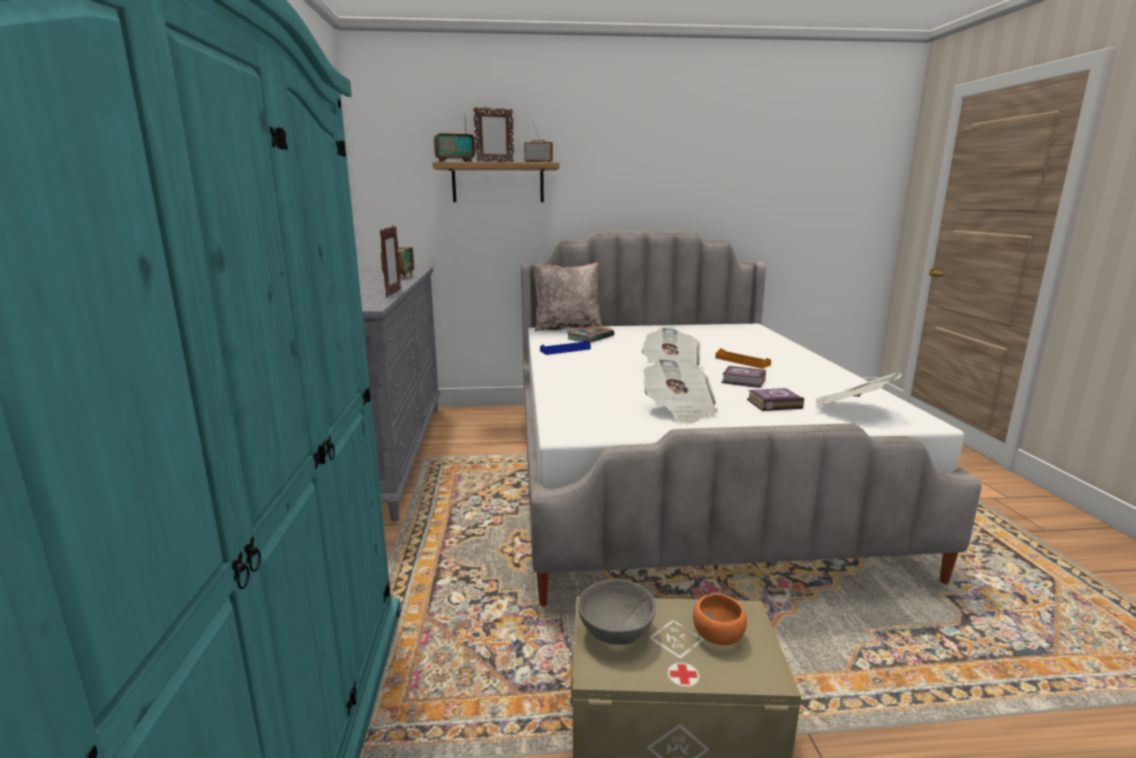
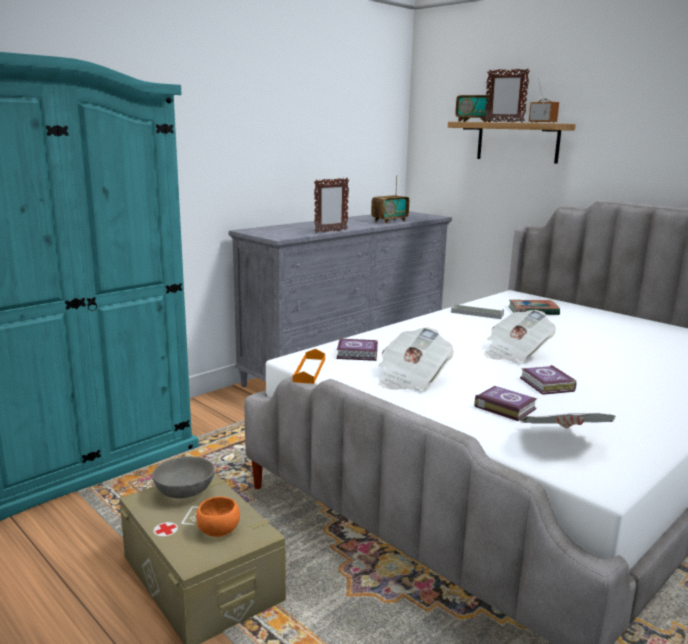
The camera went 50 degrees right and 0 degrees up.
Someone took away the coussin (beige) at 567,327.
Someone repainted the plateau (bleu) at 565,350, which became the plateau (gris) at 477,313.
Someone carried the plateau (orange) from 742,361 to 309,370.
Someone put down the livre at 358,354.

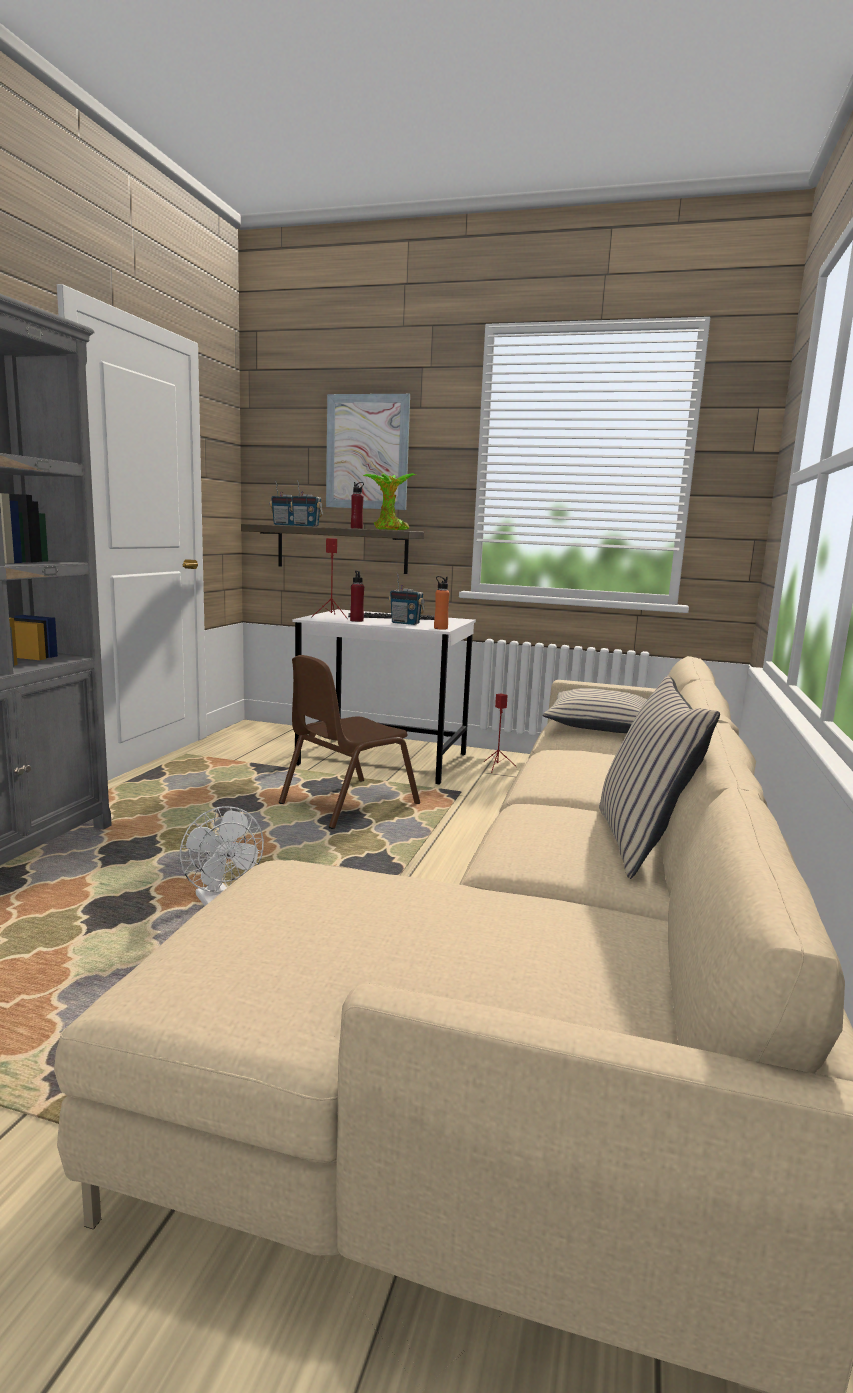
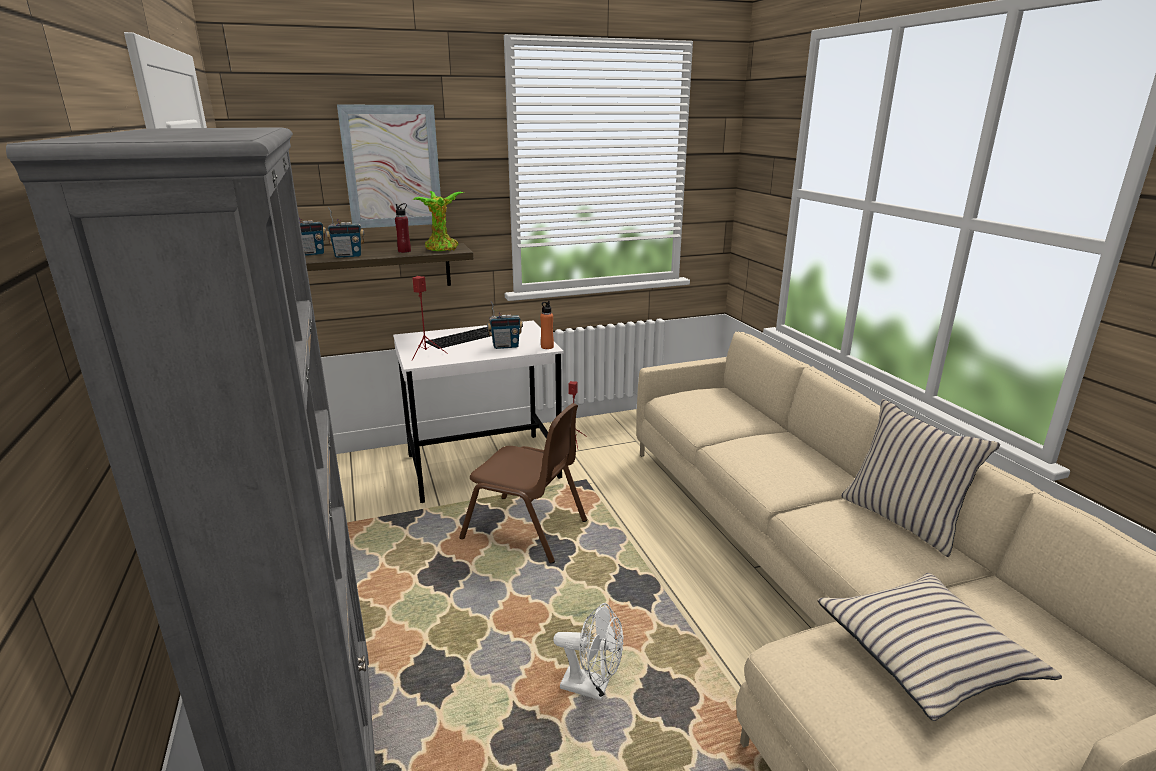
The camera went 35 degrees left and 10 degrees up.
Someone took away the bouteille (rouge) at 356,620.
Someone rotated the chaise (marron) at 347,803 by 75 degrees counterclockwise.
Someone carried the coussin (beige) from 601,725 to 925,654.

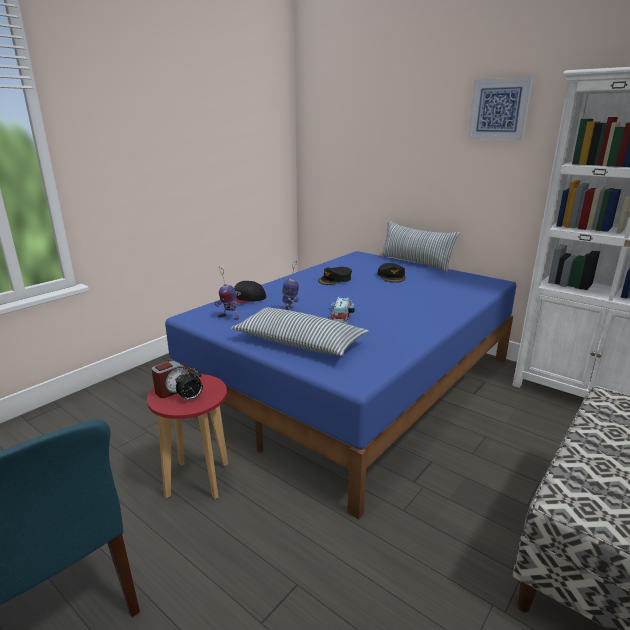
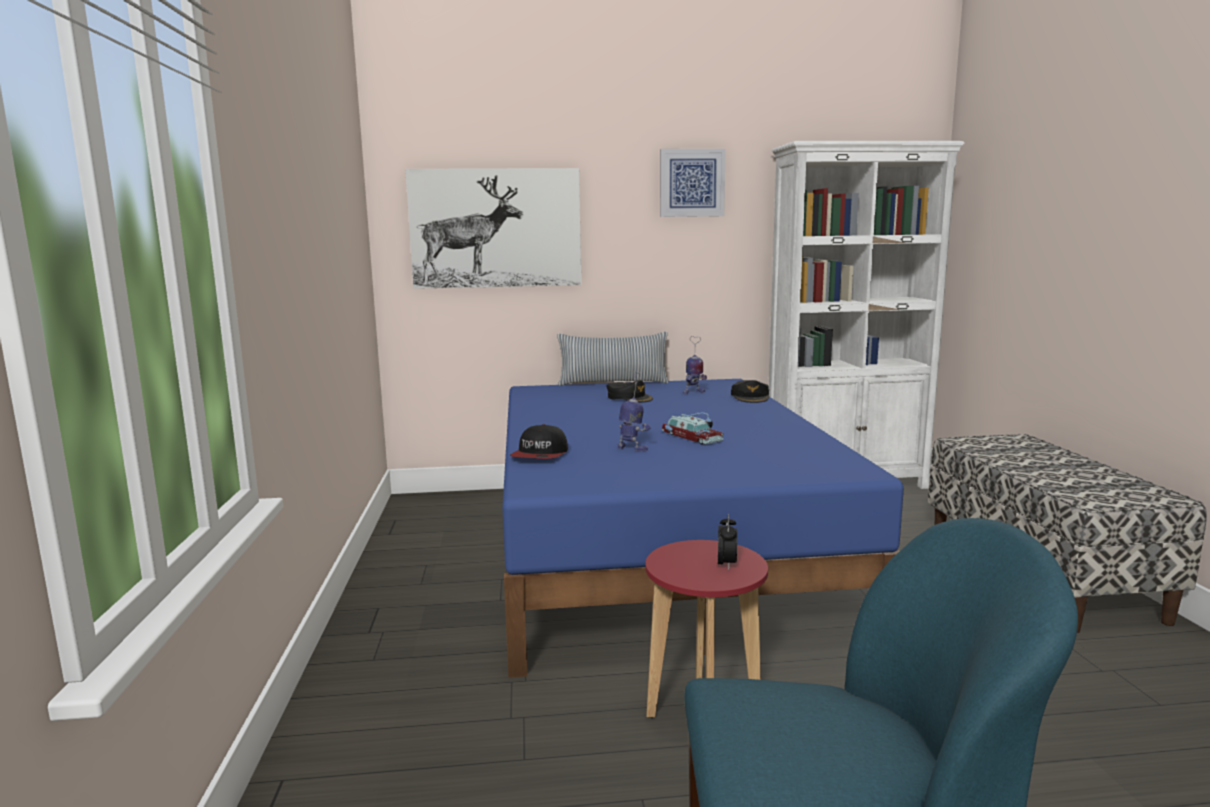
The camera went 45 degrees left and 10 degrees down.
Someone carried the robot jouet from 228,317 to 693,392.
Someone carried the casquette (noir) from 335,280 to 750,397.
Someone took away the coussin at 299,342.
Someone took away the réveil at 173,390.
Someone put up the tableau at 495,228.

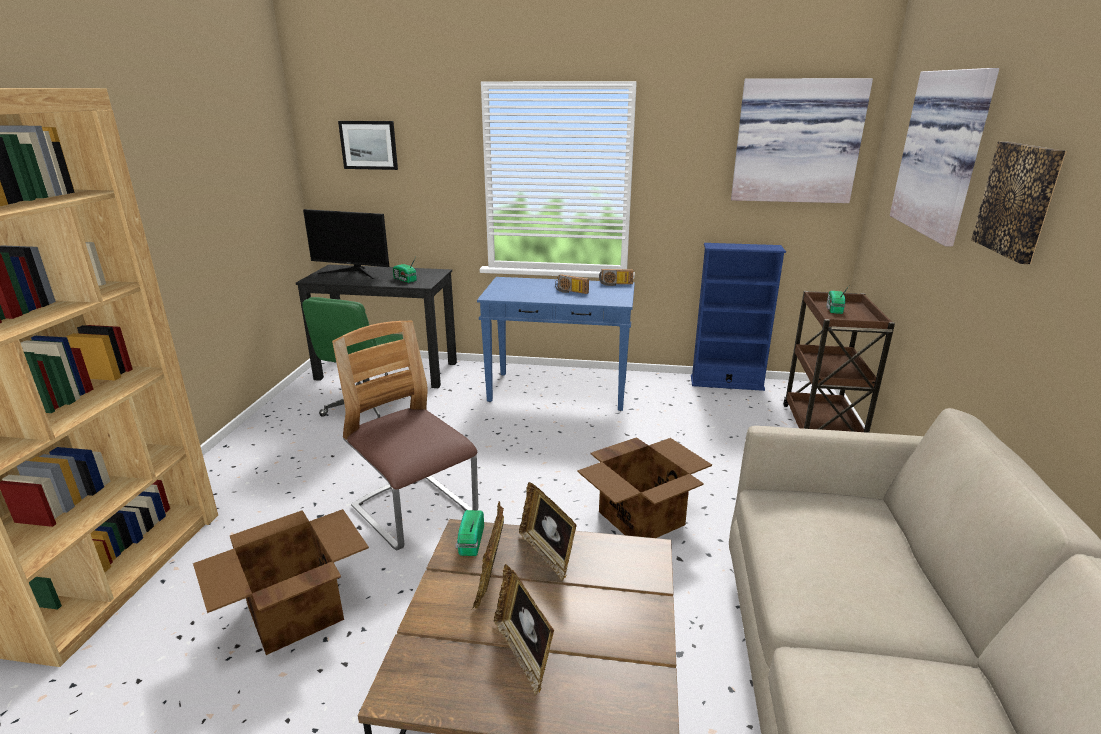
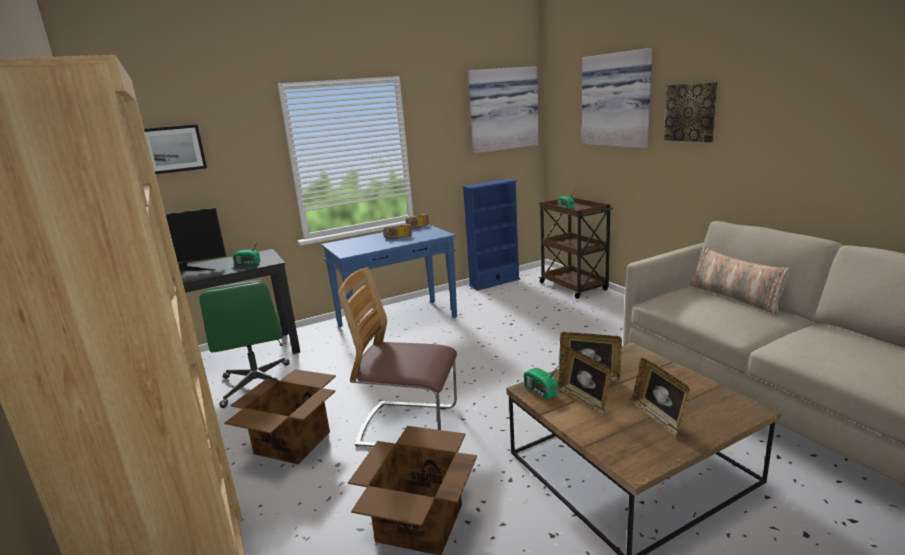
The camera went 35 degrees left and 5 degrees down.
Someone carried the carton from 642,518 to 293,442.
Someone rotated the cadre photo at 523,653 by 45 degrees clockwise.
Someone put down the coussin at 735,297.

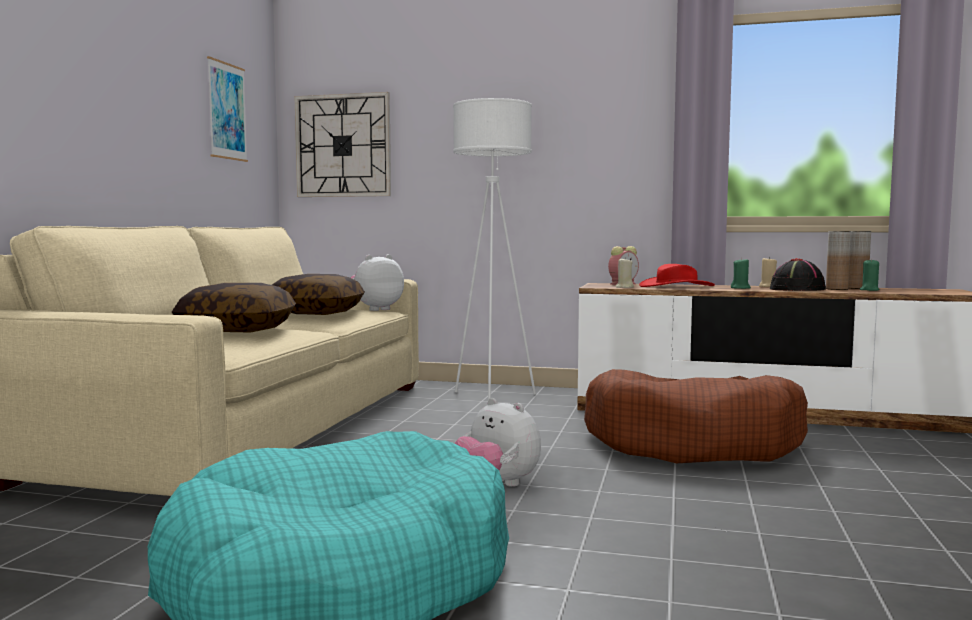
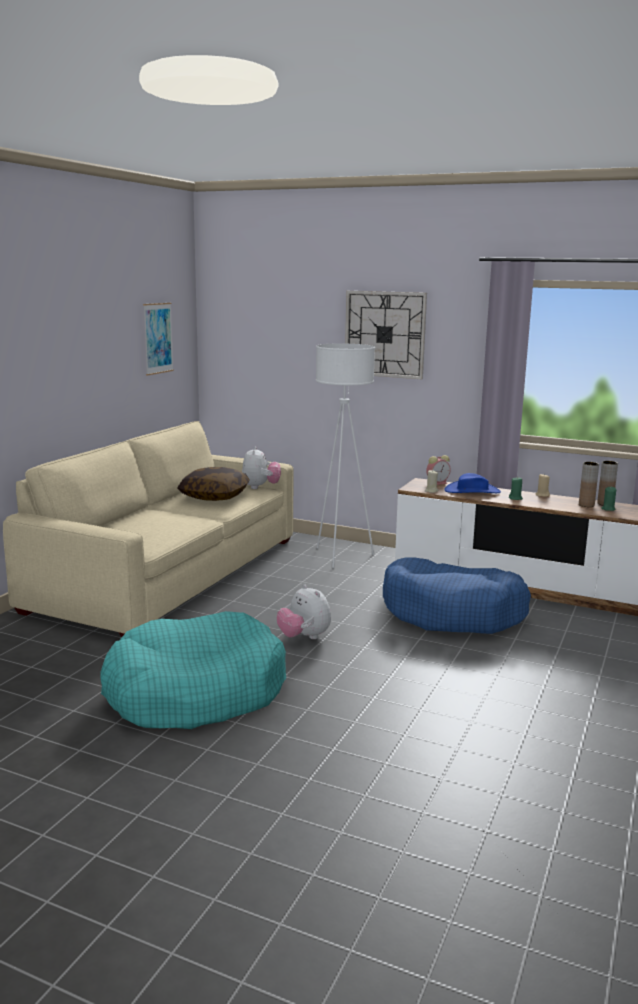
The camera went 10 degrees right and 10 degrees up.
Someone carried the horloge murale from 343,146 to 385,334.
Someone rotated the peluche at 375,309 by 120 degrees clockwise.
Someone took away the chapeau (noir) at 797,289.
Someone repainted the chapeau (rouge) at 676,286, which became the chapeau (bleu) at 472,491.
Someone took away the coussin at 238,330.
Someone repainted the panier pour chien (marron) at 693,443, which became the panier pour chien (bleu) at 453,613.

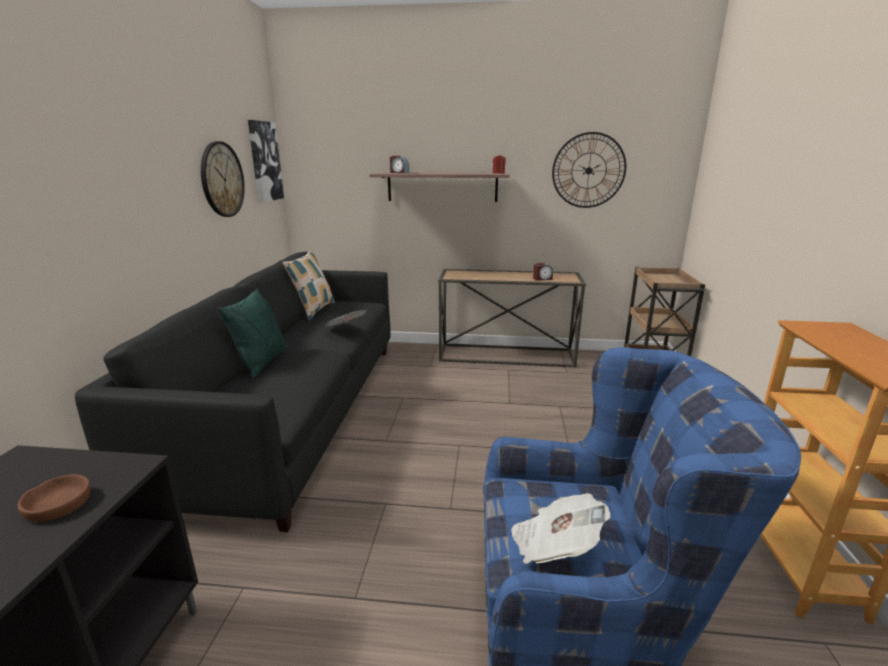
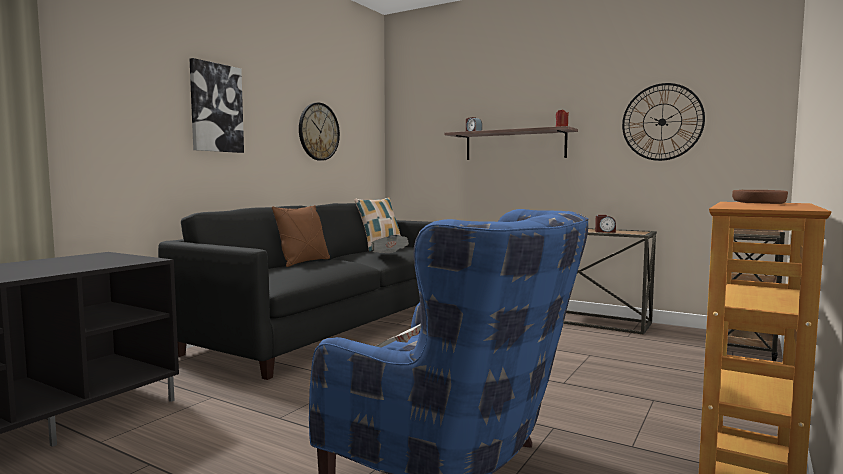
The camera went 25 degrees right and 15 degrees down.
Someone carried the tableau from 264,161 to 216,108.
Someone repainted the coussin (vert) at 262,362, which became the coussin (marron) at 303,262.
Someone carried the bol (marron) from 58,504 to 758,203.

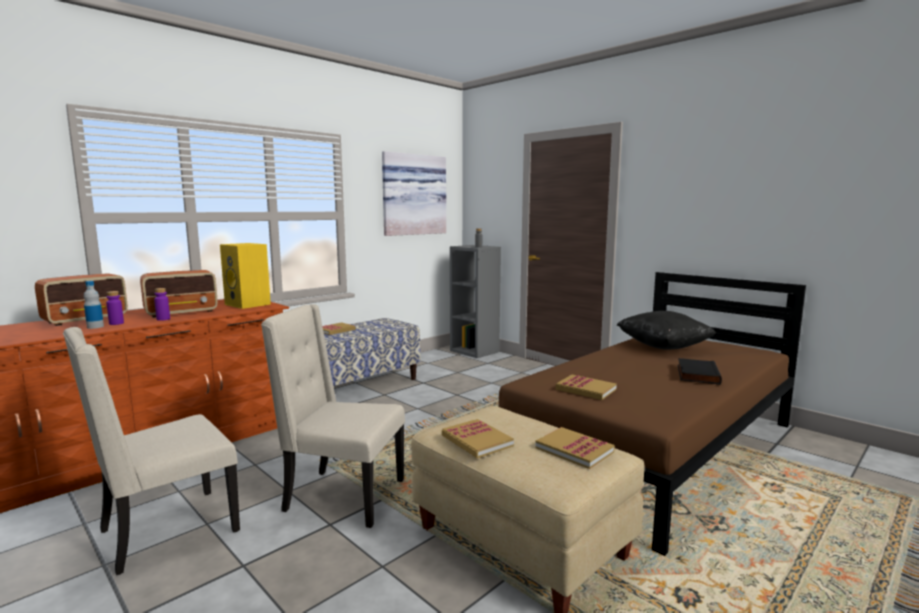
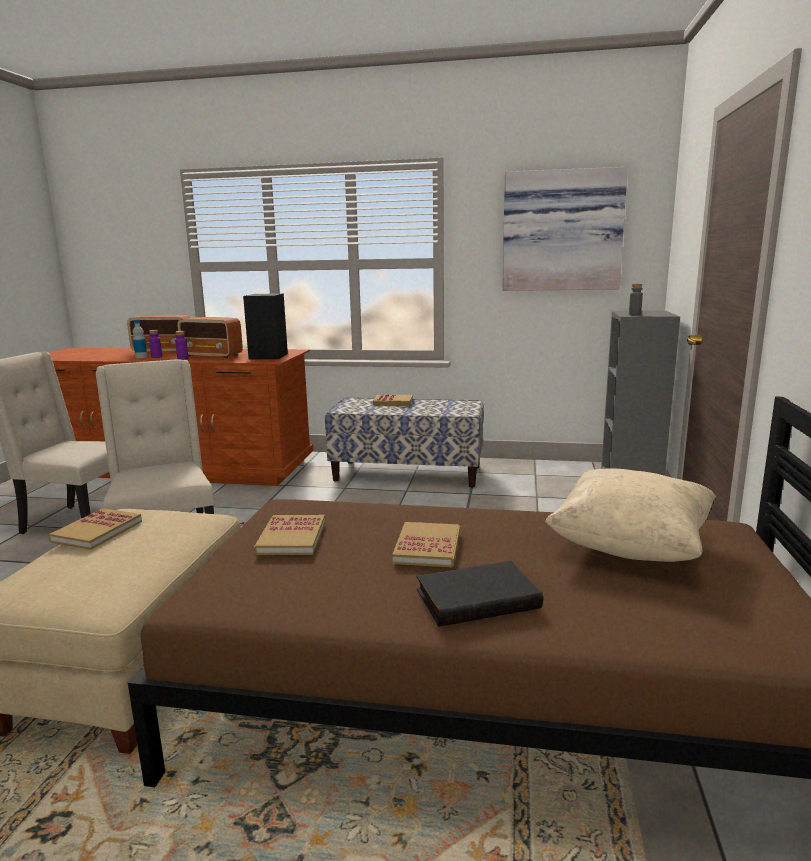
The camera went 55 degrees right and 5 degrees up.
Someone repainted the enceinte (jaune) at 249,304, which became the enceinte (noir) at 269,356.
Someone repainted the coussin (noir) at 663,347, which became the coussin (beige) at 630,547.
Someone carried the livre from 574,450 to 427,547.

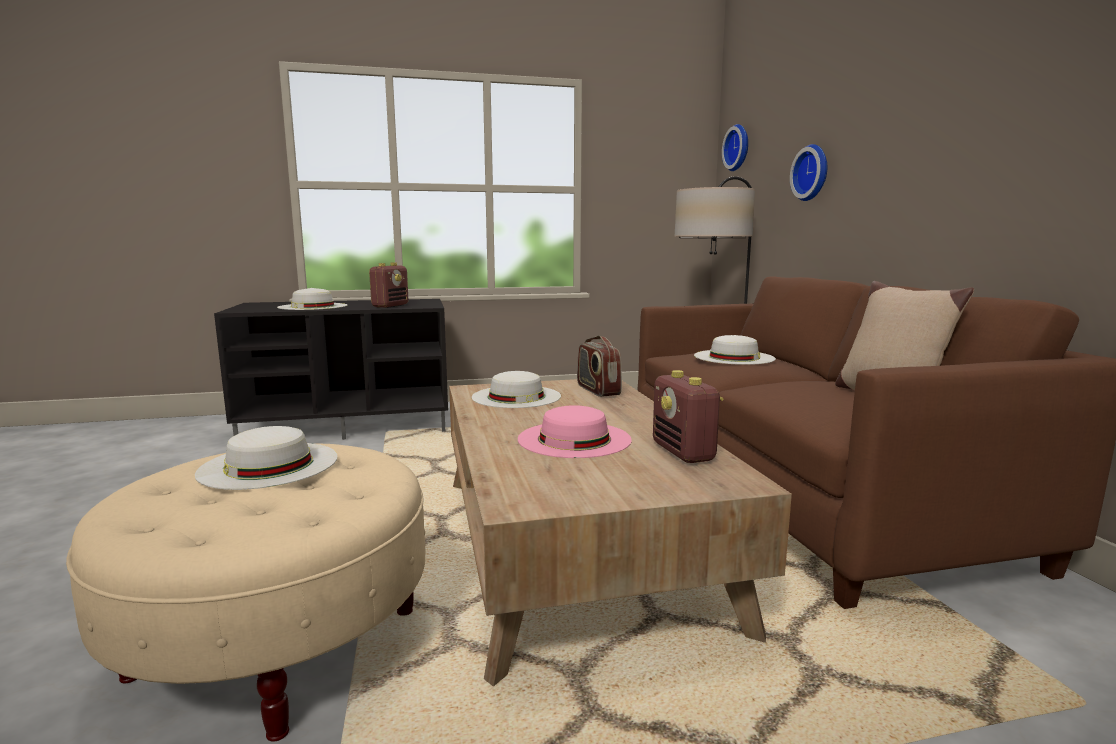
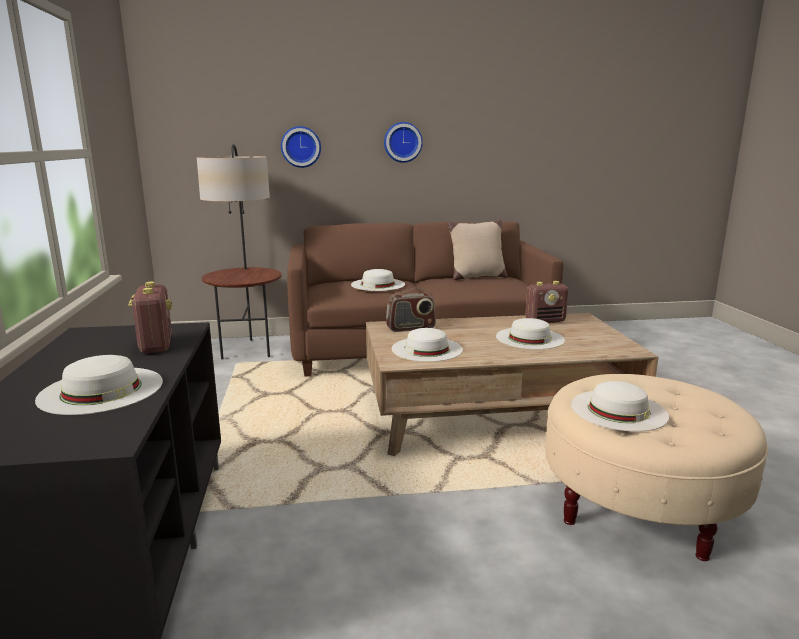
The camera went 85 degrees left and 5 degrees up.
Someone carried the horloge murale from 738,148 to 402,142.
Someone rotated the radio at 390,306 by 45 degrees clockwise.
Someone repainted the chapeau (rose) at 574,439, which became the chapeau (blanc) at 529,338.

